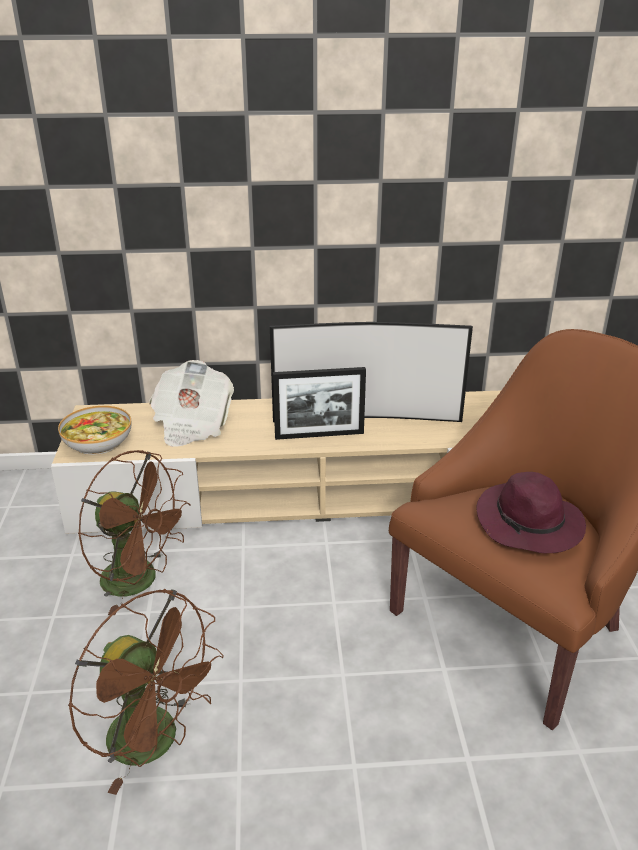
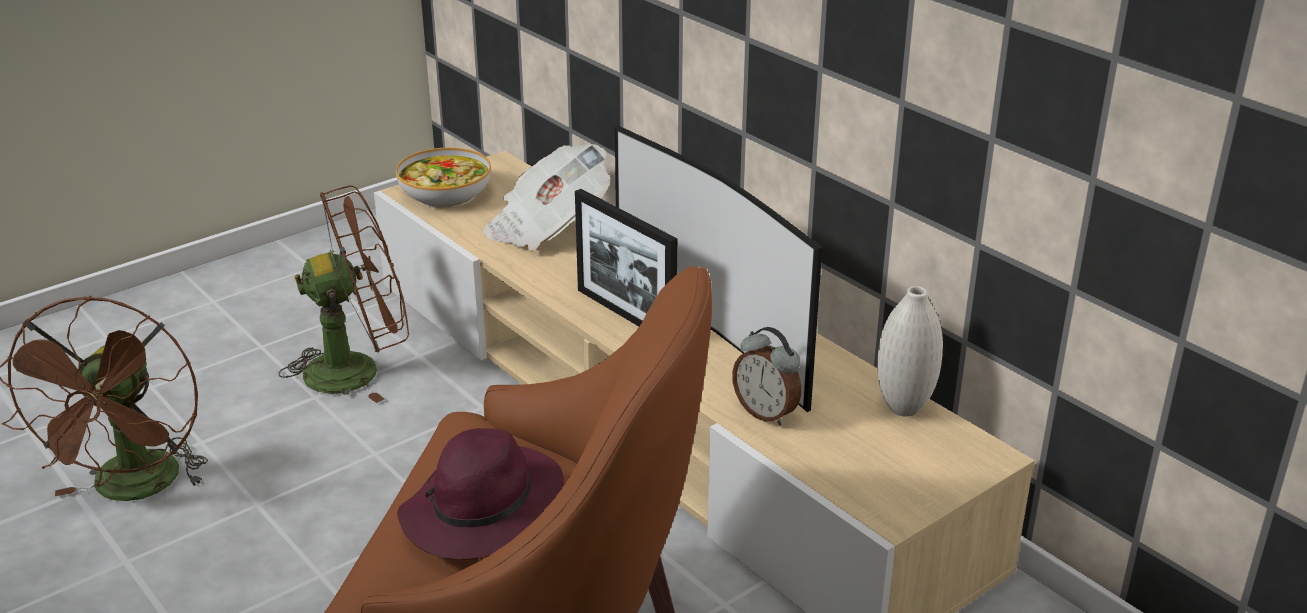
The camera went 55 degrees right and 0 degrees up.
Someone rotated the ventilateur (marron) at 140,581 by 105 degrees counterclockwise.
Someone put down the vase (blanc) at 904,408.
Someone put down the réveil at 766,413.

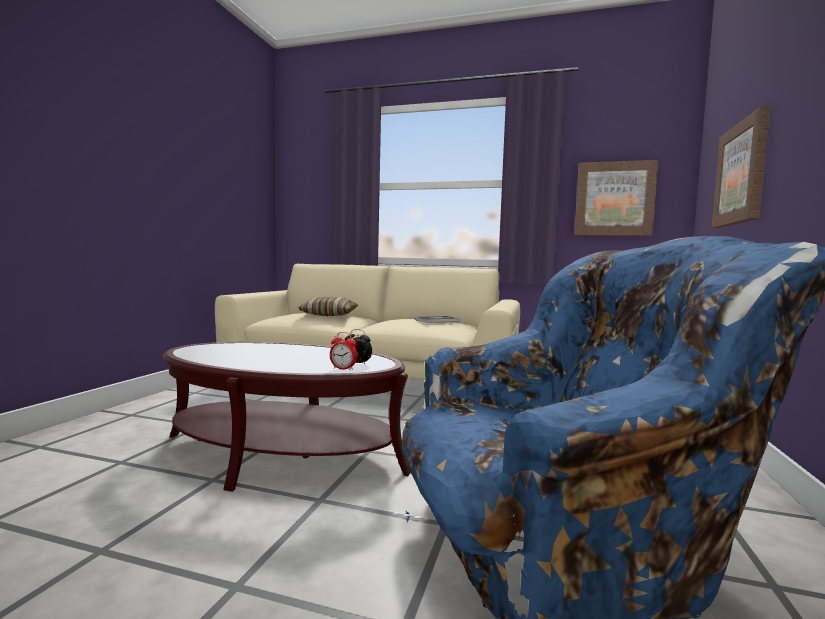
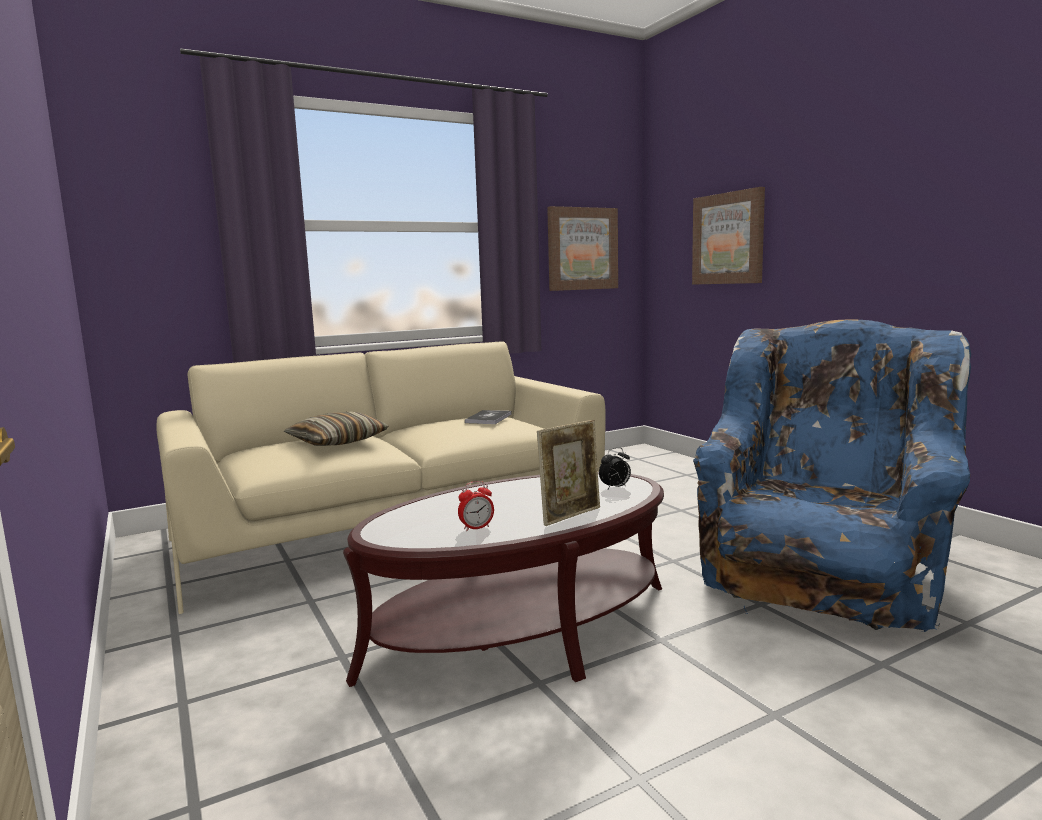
The camera went 45 degrees left and 5 degrees up.
Someone carried the réveil from 343,369 to 476,528.
Someone put down the cadre photo at 571,515.

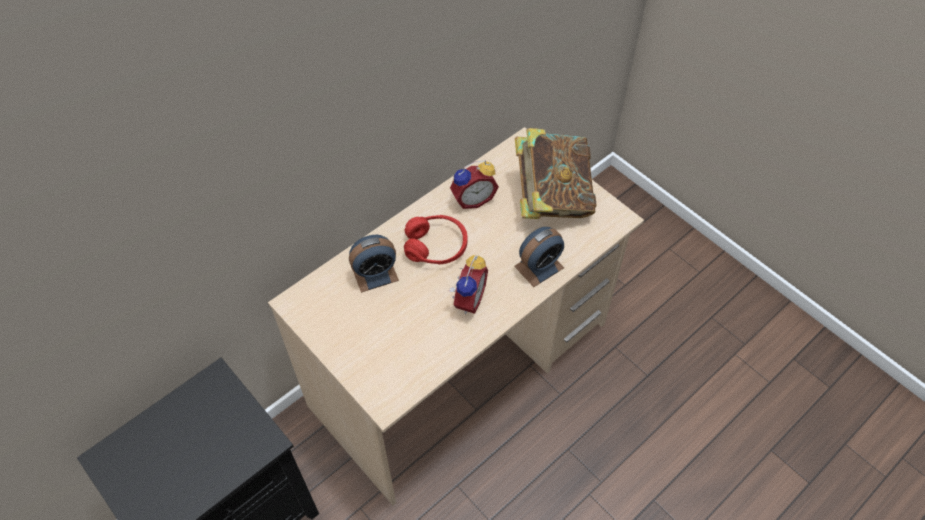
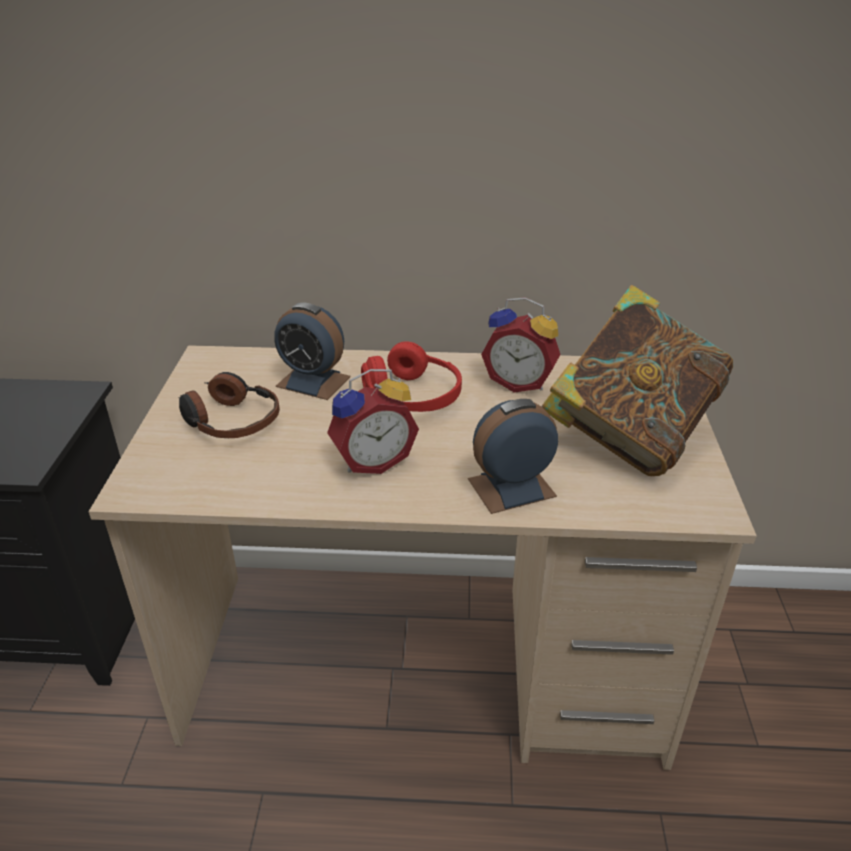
The camera went 45 degrees right and 20 degrees down.
Someone rotated the réveil at 539,267 by 150 degrees clockwise.
Someone put down the casque audio at 230,420.

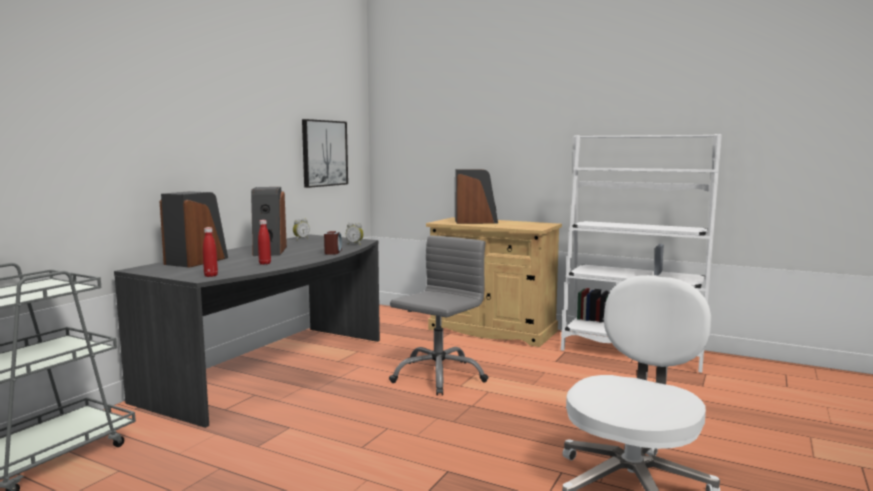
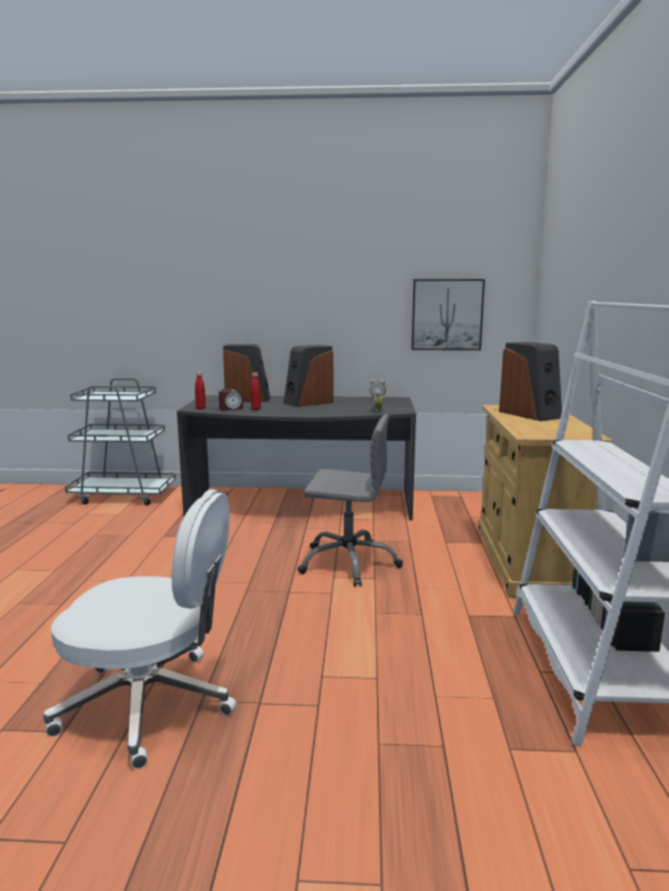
The camera went 65 degrees right and 5 degrees up.
Someone carried the réveil from 333,252 to 231,408.

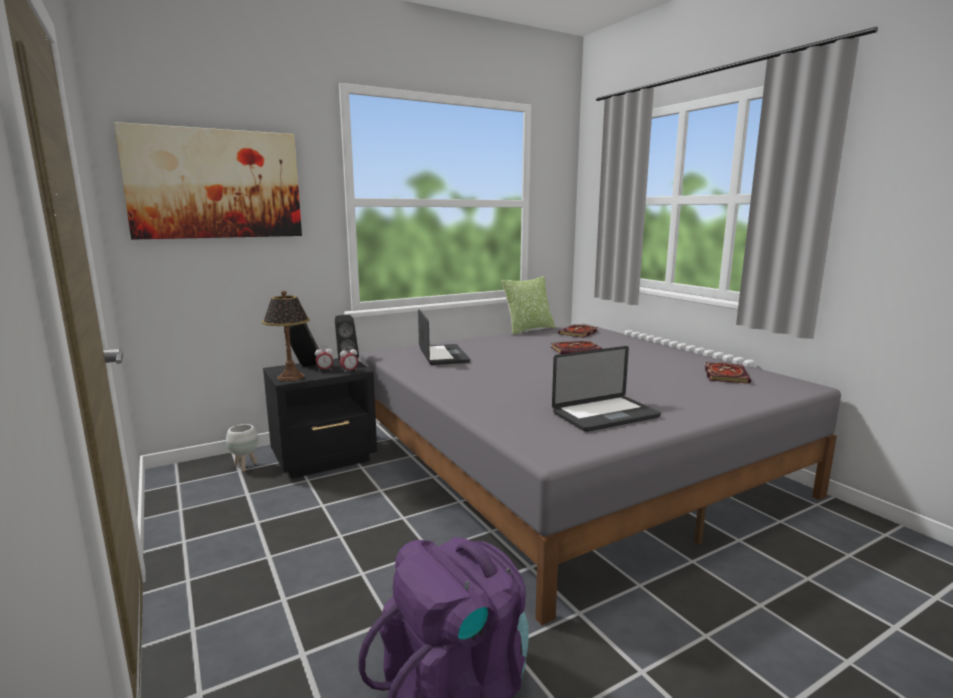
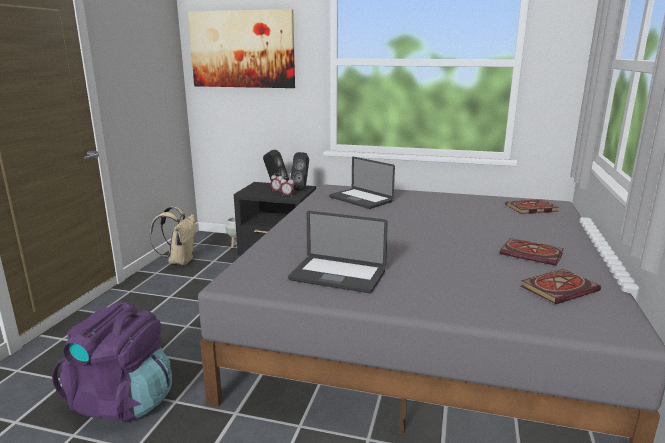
The camera went 45 degrees right and 5 degrees up.
Someone took away the coussin at 528,329.
Someone took away the lampe de table at 291,377.
Someone rotated the ordinateur portable at 443,356 by 105 degrees clockwise.
Someone carried the livre from 576,349 to 533,254.
Someone put down the sac à dos (beige) at 180,261.

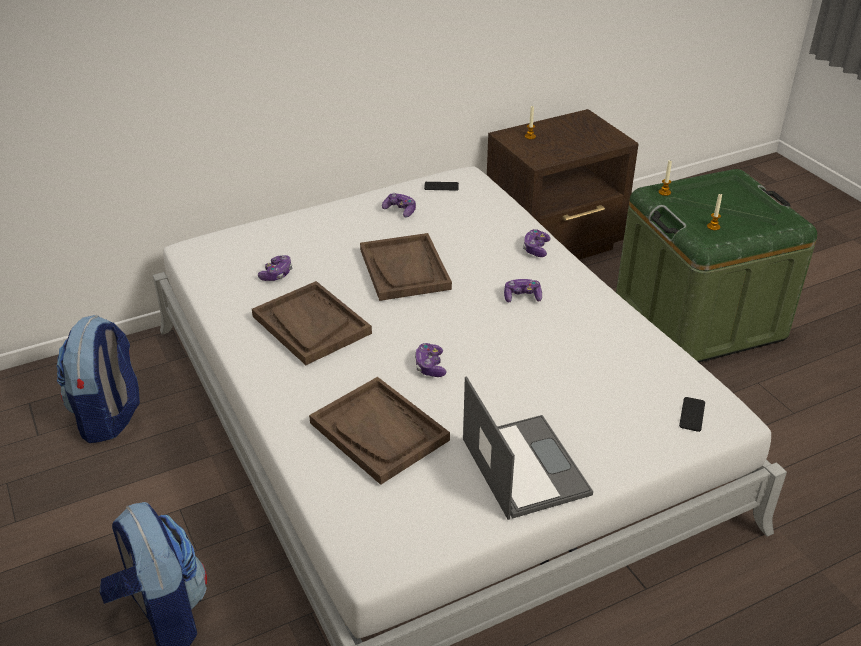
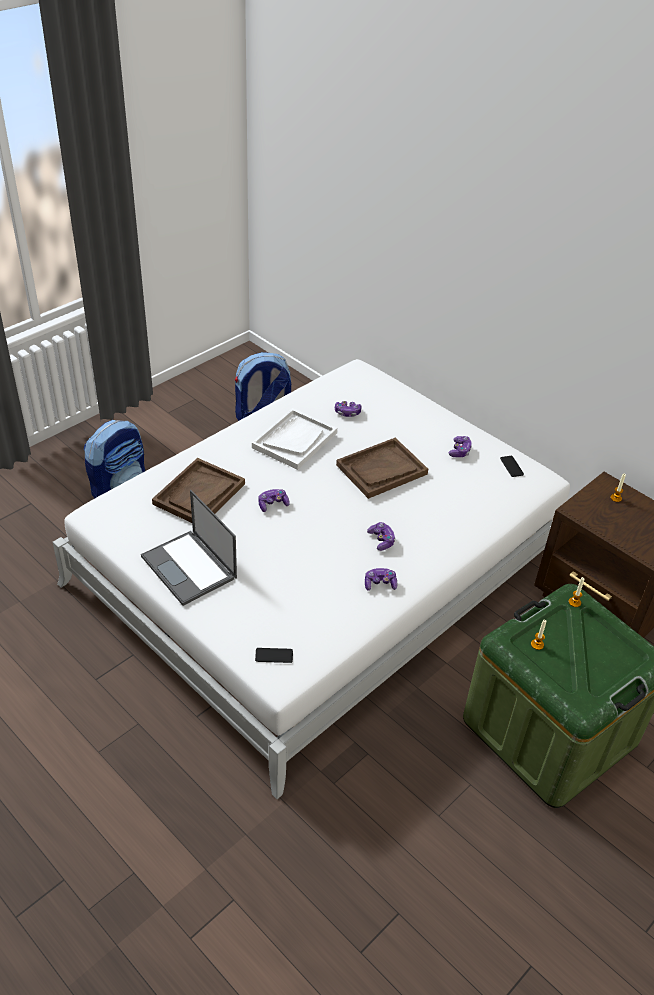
The camera went 70 degrees right and 5 degrees up.
Someone carried the manette from 536,249 to 380,584.
Someone repainted the plateau (marron) at 311,325, which became the plateau (blanc) at 294,440.
Someone rotated the ordinateur portable at 523,465 by 90 degrees clockwise.

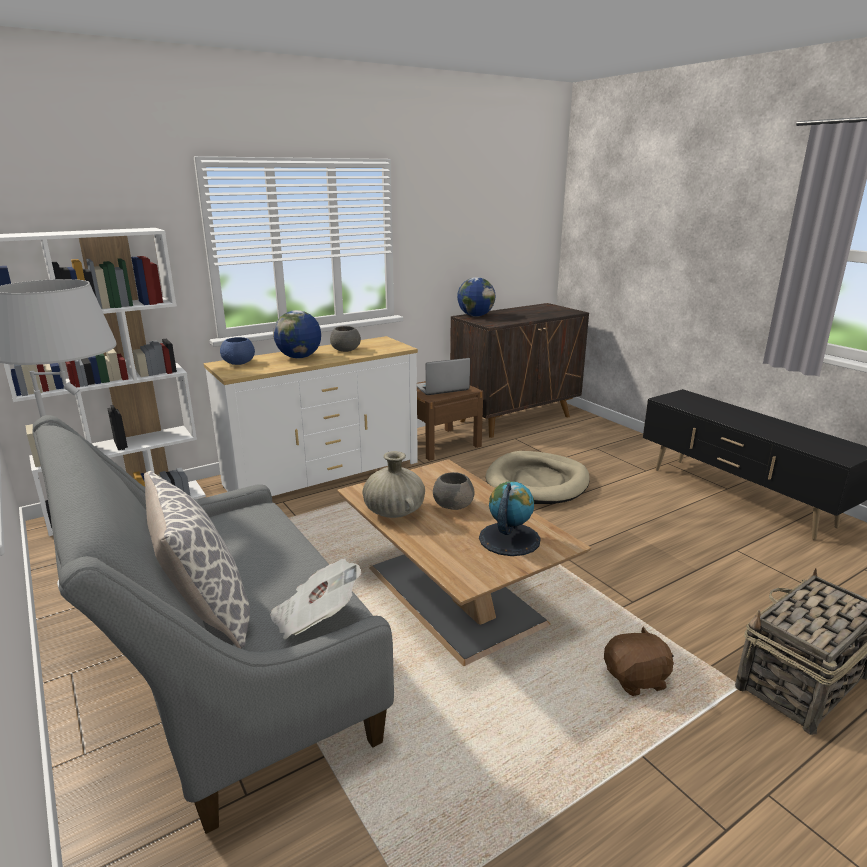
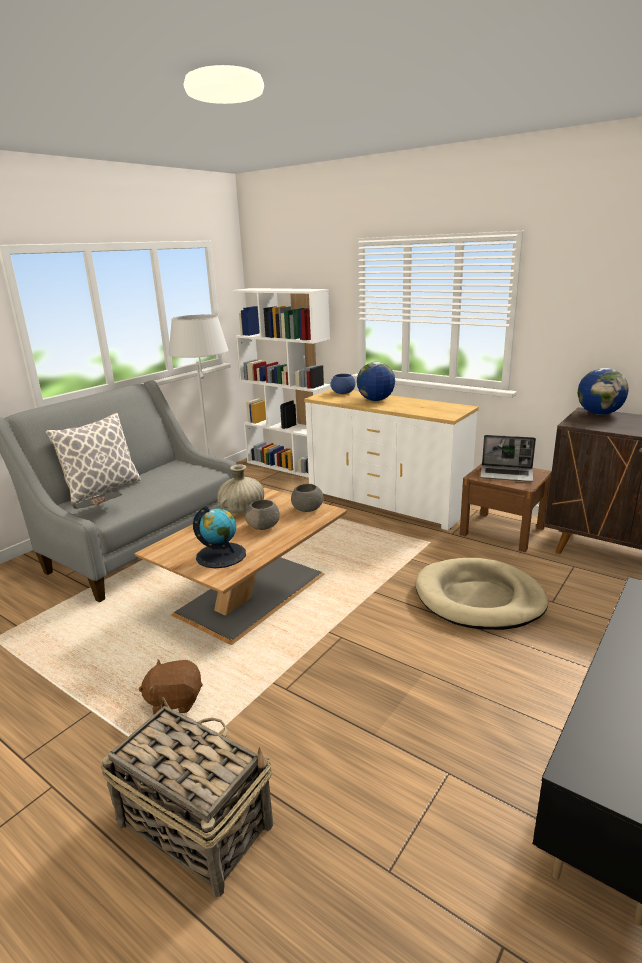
The camera went 70 degrees right and 0 degrees up.
Someone carried the bol (gris) from 345,350 to 307,509.
Someone rotated the ordinateur portable at 441,388 by 150 degrees clockwise.
Someone rotated the peluche (marron) at 636,679 by 120 degrees clockwise.

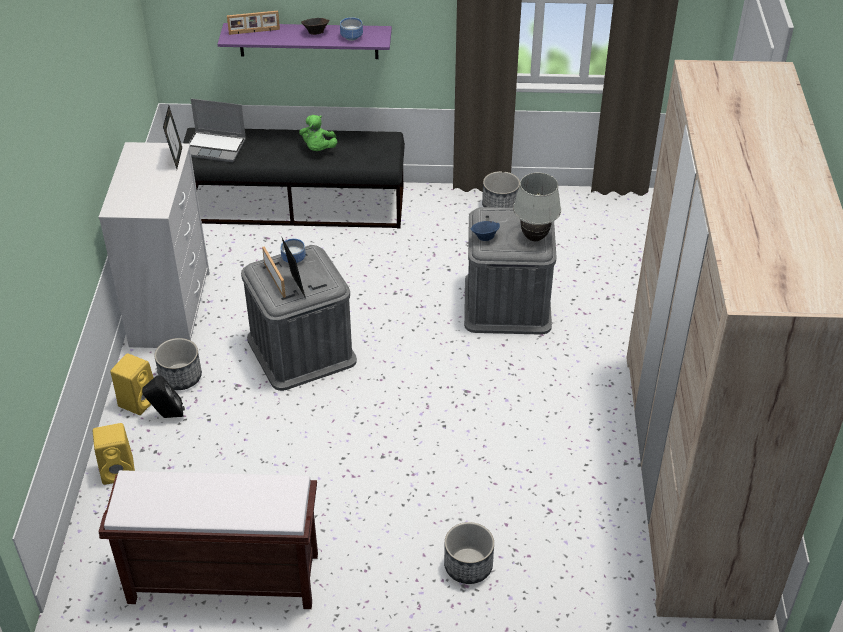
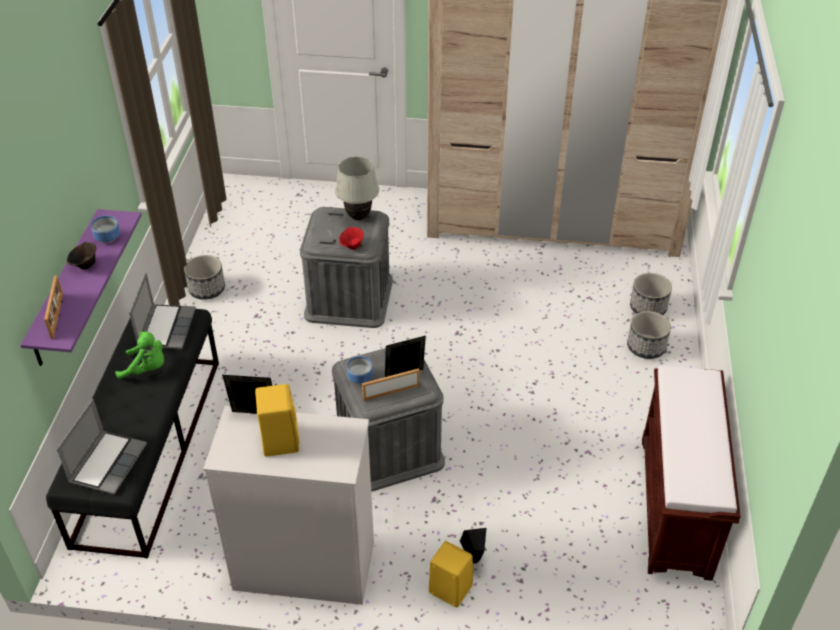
The camera went 85 degrees left and 0 degrees up.
Someone repainted the bol (bleu) at 484,237, which became the bol (rouge) at 352,246.
Someone carried the cache-pot from 181,377 to 648,307.
Someone carried the enceinte (jaune) from 119,470 to 279,439.
Someone put down the ordinateur portable at 166,327.

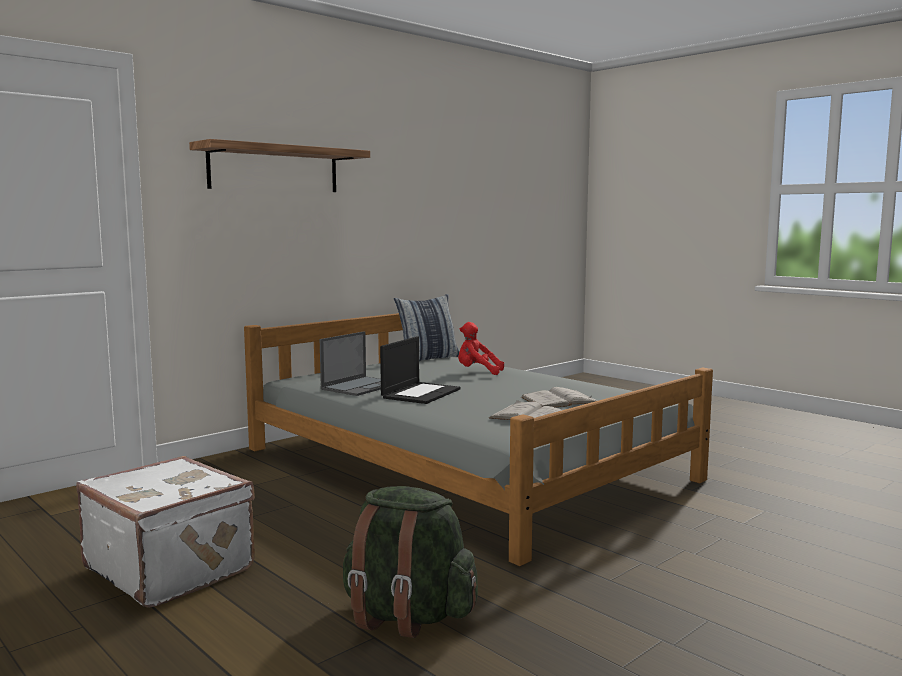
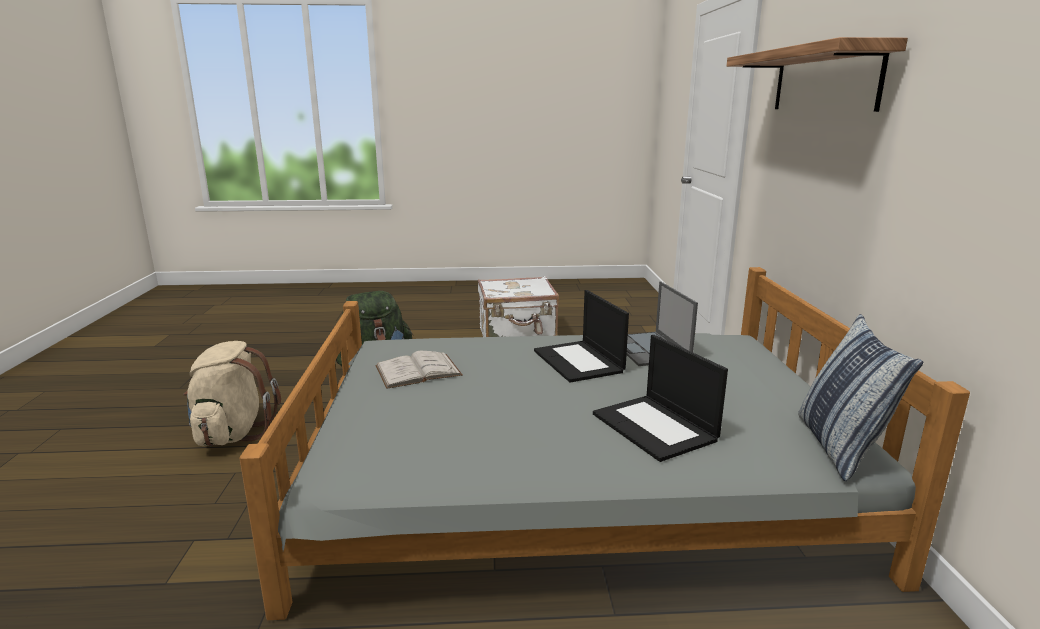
The camera went 130 degrees right and 10 degrees up.
Someone swapped the peluche (rouge) at 477,372 for the ordinateur portable at 655,427.
Someone took away the livre (blanc) at 559,400.
Someone put down the sac à dos (beige) at 233,433.

